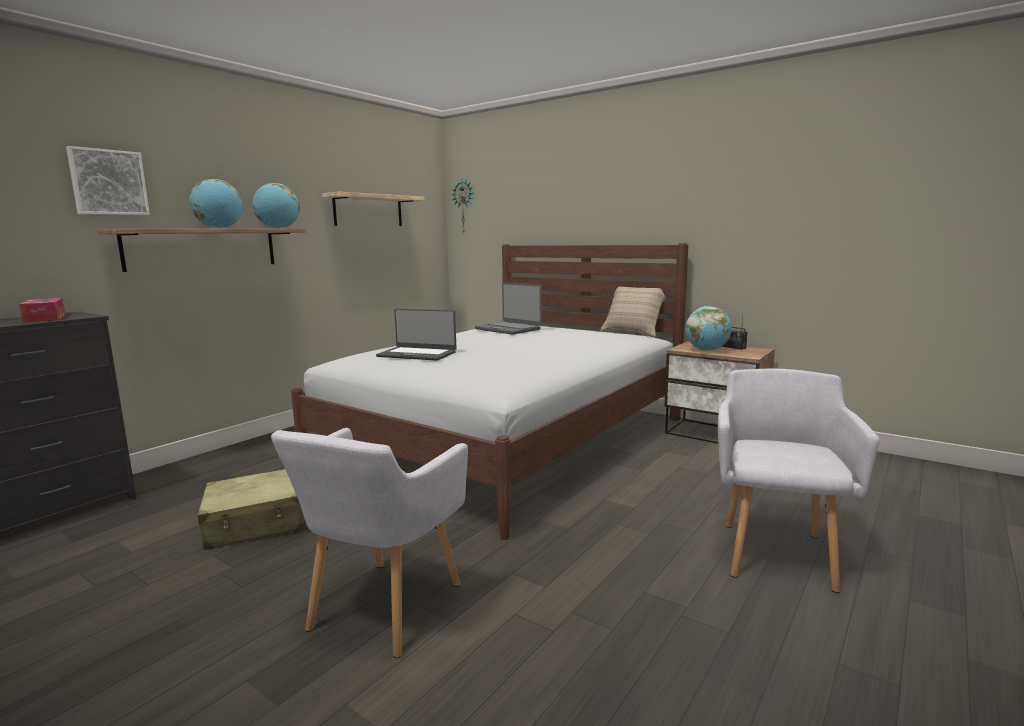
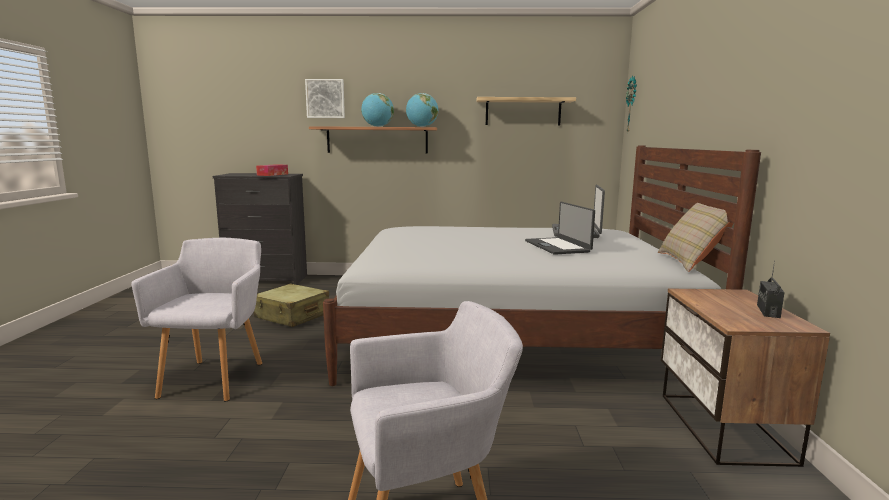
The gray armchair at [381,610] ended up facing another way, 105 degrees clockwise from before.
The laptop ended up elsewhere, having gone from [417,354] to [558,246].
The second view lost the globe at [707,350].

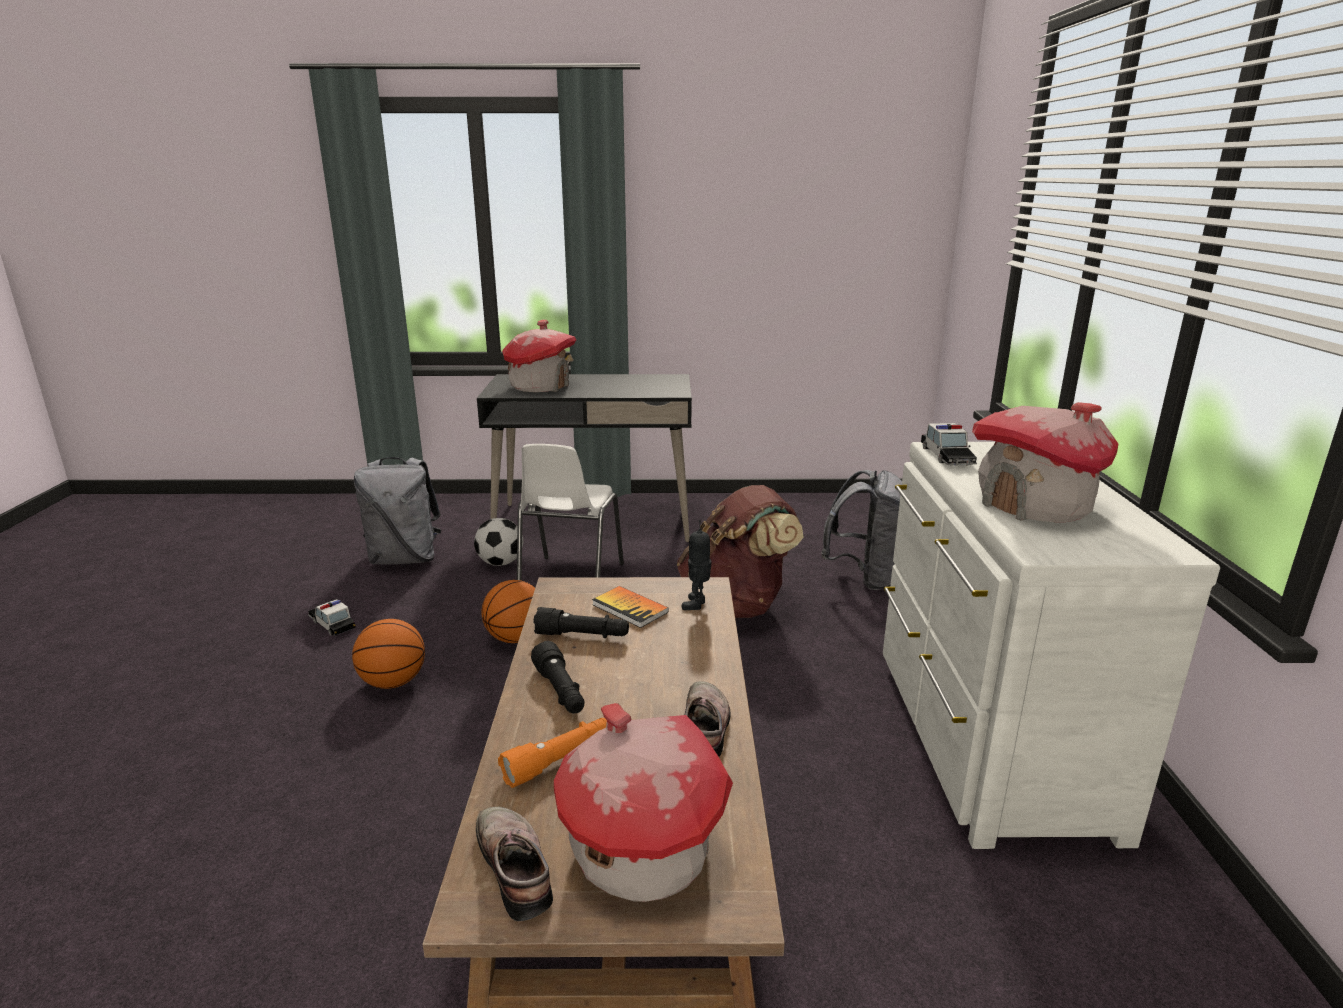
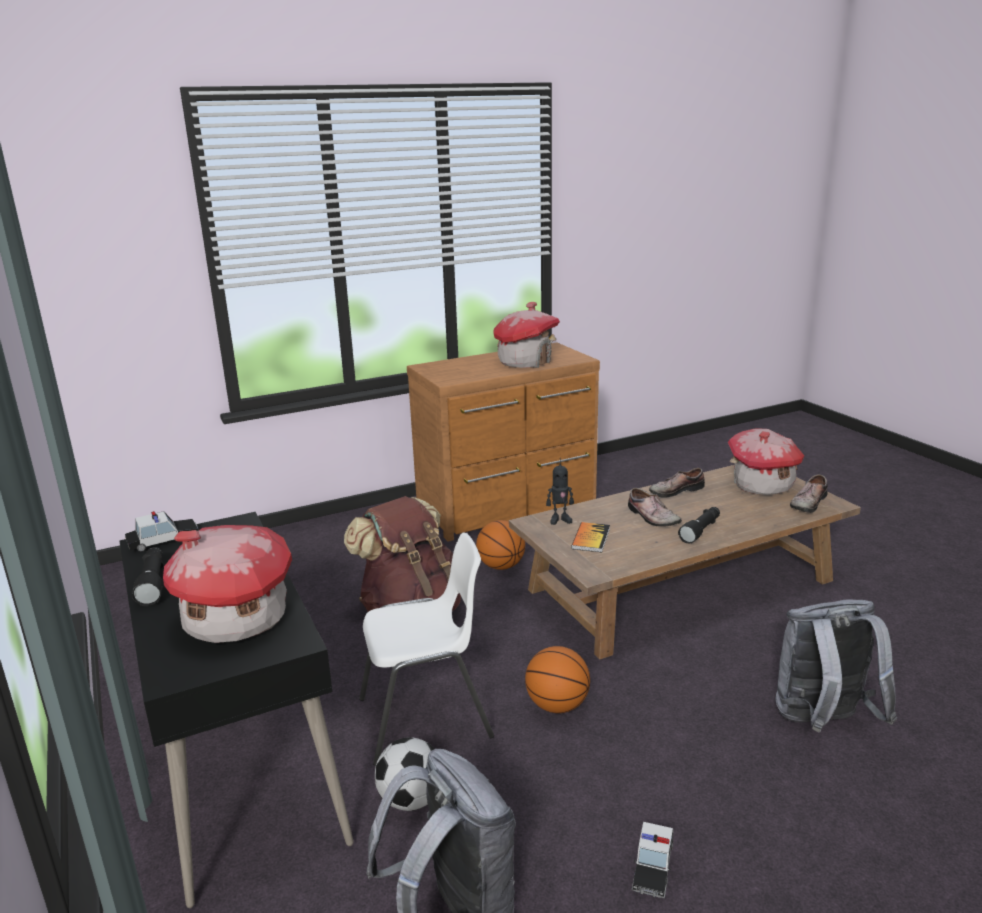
The toy car ended up elsewhere, having gone from [946,456] to [163,540].
The black-coloured torch ended up elsewhere, having gone from [582,635] to [153,583].
What was the white-coloured chest of drawers at [984,740] turned into the brown chest of drawers at [509,508].
The basketball ball ended up elsewhere, having gone from [393,682] to [501,566].
The second view gained the low shoe at [651,517].
The gray knapsack ended up elsewhere, having gone from [866,577] to [822,723].
The second view lost the orange torch at [560,761].

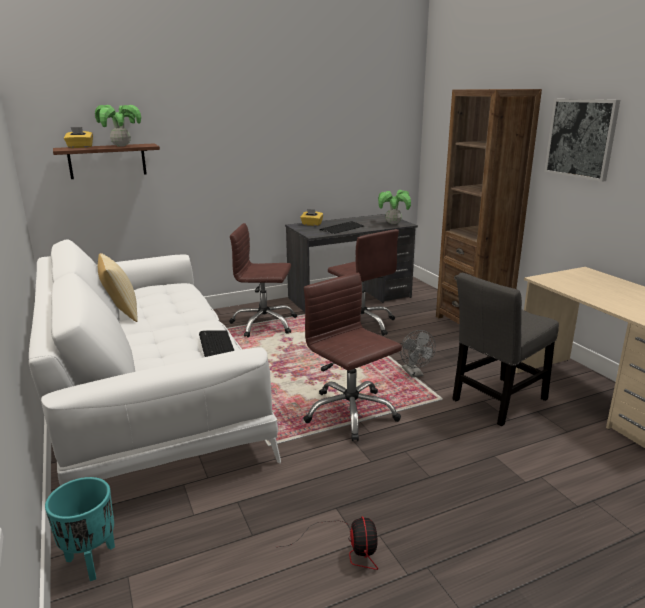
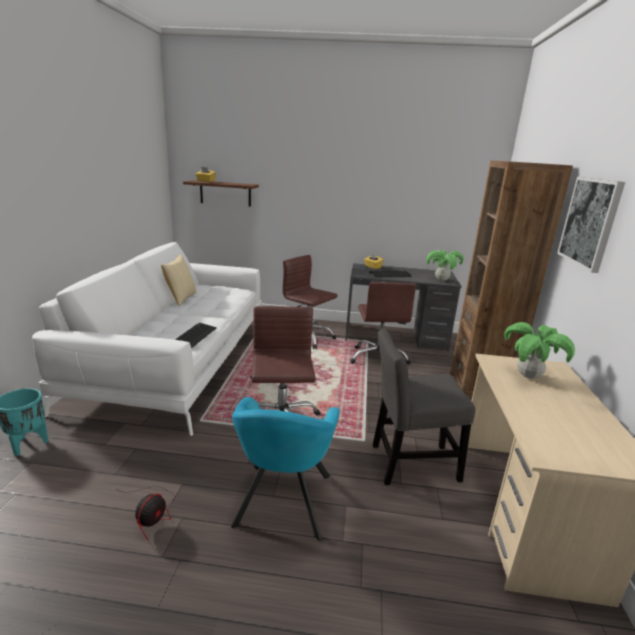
The second view gained the turquoise armchair at [282,503].
The houseplant ended up elsewhere, having gone from [121,146] to [528,376].
The second view lost the gray electric fan at [414,374].

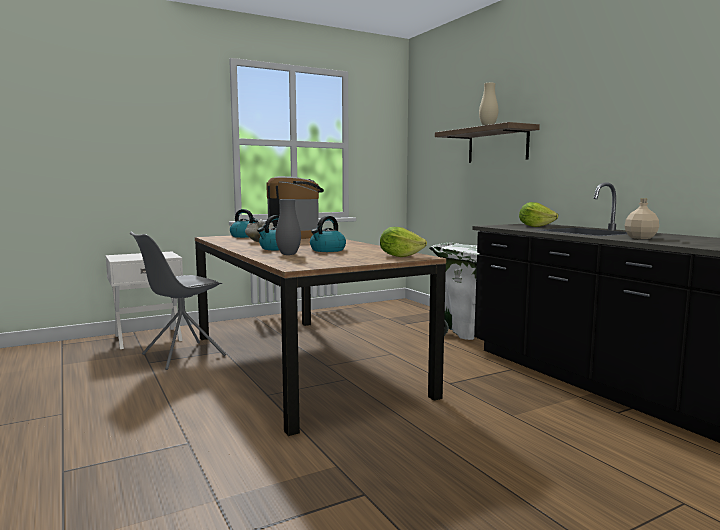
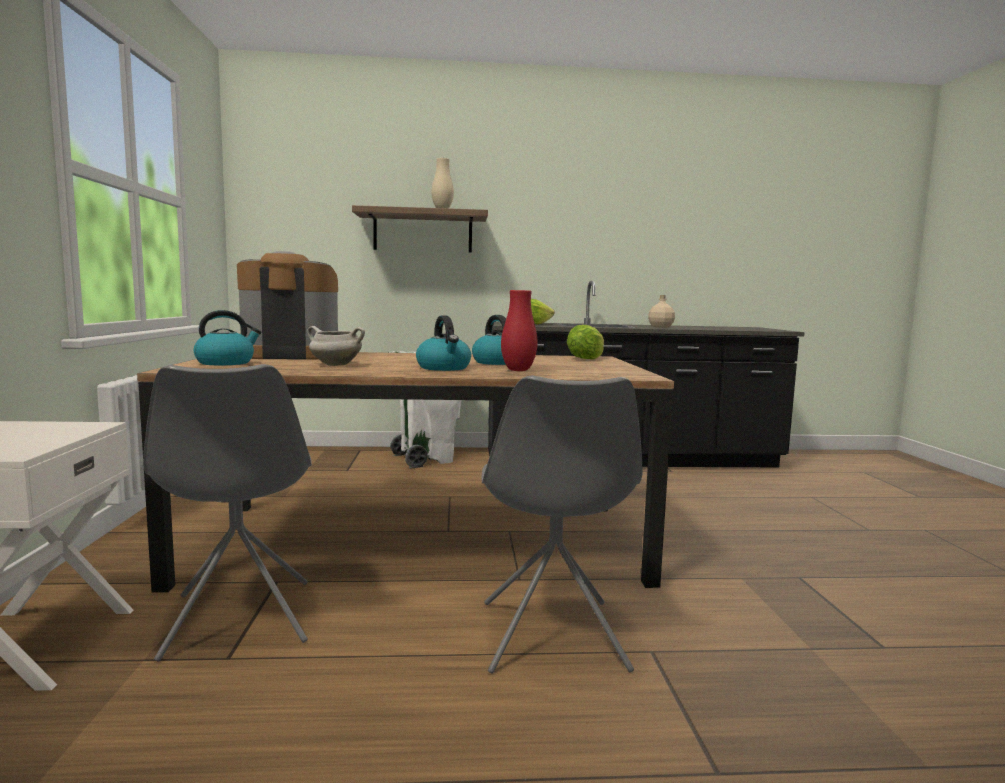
The second view gained the gray chair at [551,637].
What was the gray decorative vase at [288,254] turned into the reddish decorative vase at [518,370].

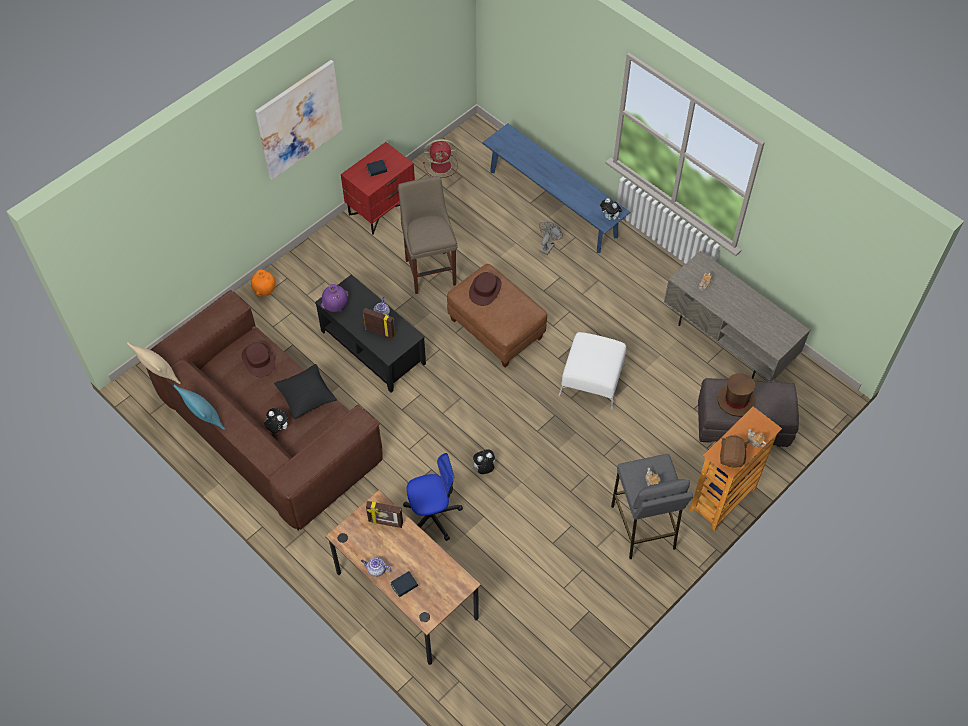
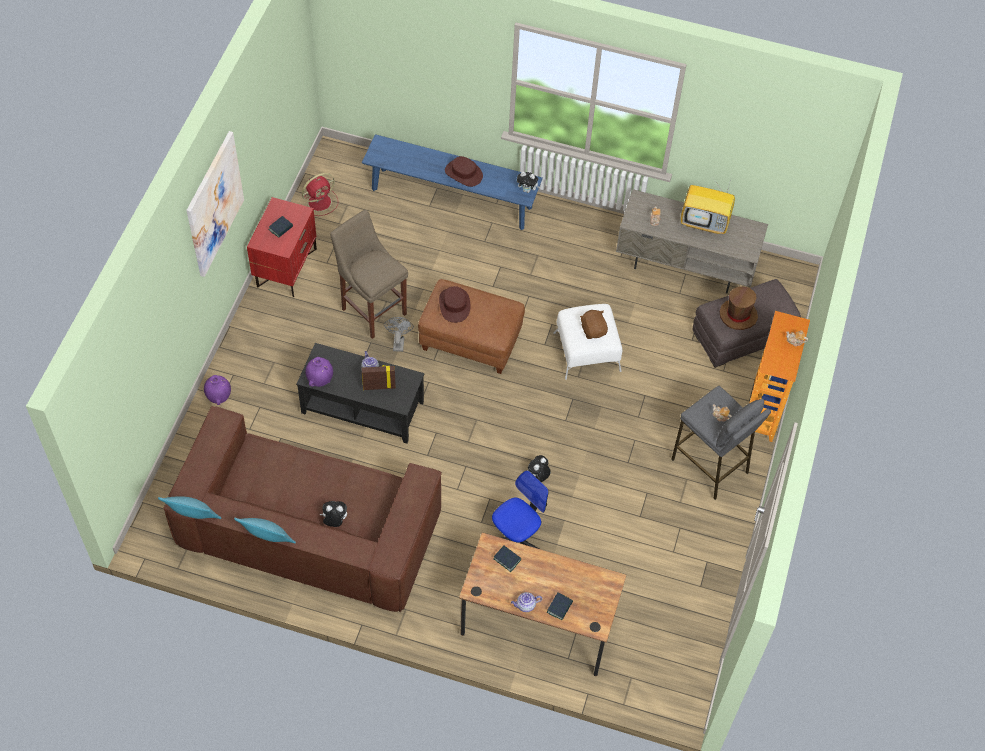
What was the sand-coloured throw pillow at [159,374] turned into the turquoise throw pillow at [193,518].
What was the orange decorative vase at [265,291] turned into the purplish decorative vase at [219,397].
The gray electric fan ended up elsewhere, having gone from [548,246] to [398,342].
The brown hat ended up elsewhere, having gone from [259,360] to [463,173].
Where the photo frame stood at [385,522], the bound book came to stand at [507,559].
The brown plush toy ended up elsewhere, having gone from [731,457] to [593,330].
The second view gained the TV at [705,222].
The second view lost the black-coloured throw pillow at [307,398].

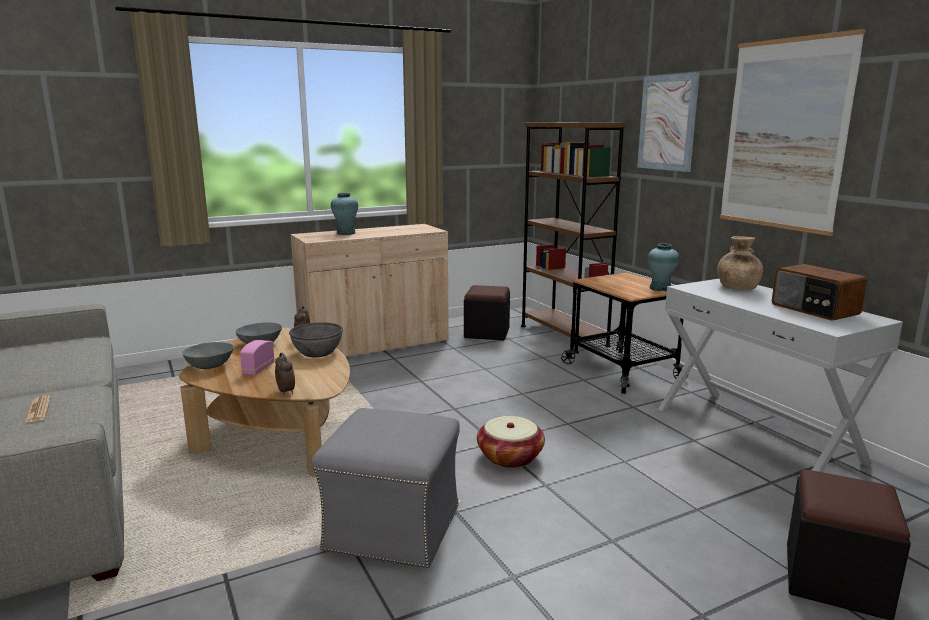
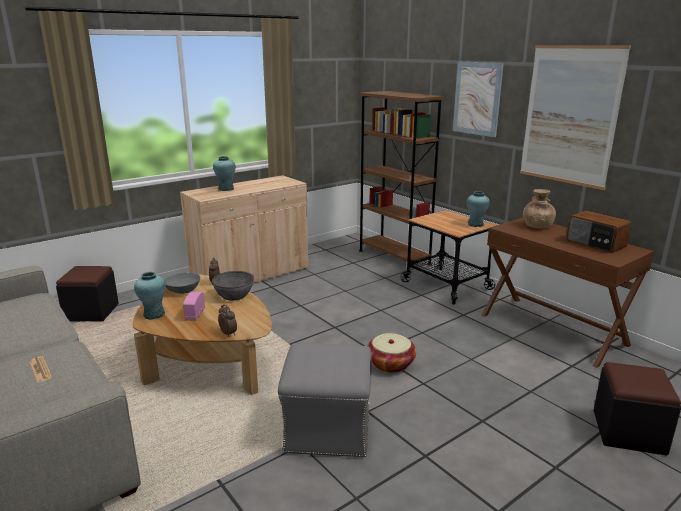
The black-coloured ottoman ended up elsewhere, having gone from [487,333] to [91,312].
Where the gray serving bowl stood at [210,365], the turquoise decorative vase came to stand at [154,314].
What was the white-coloured hall table at [756,434] turned into the brown hall table at [552,329].

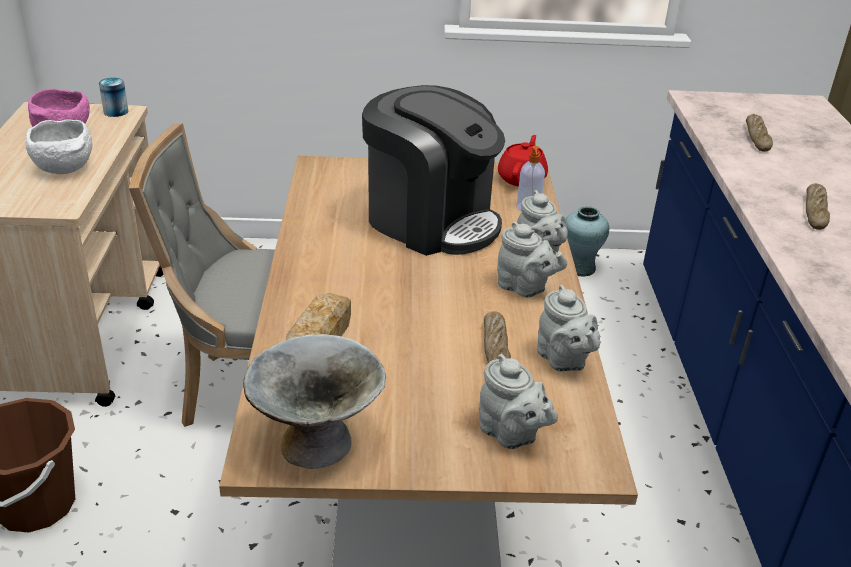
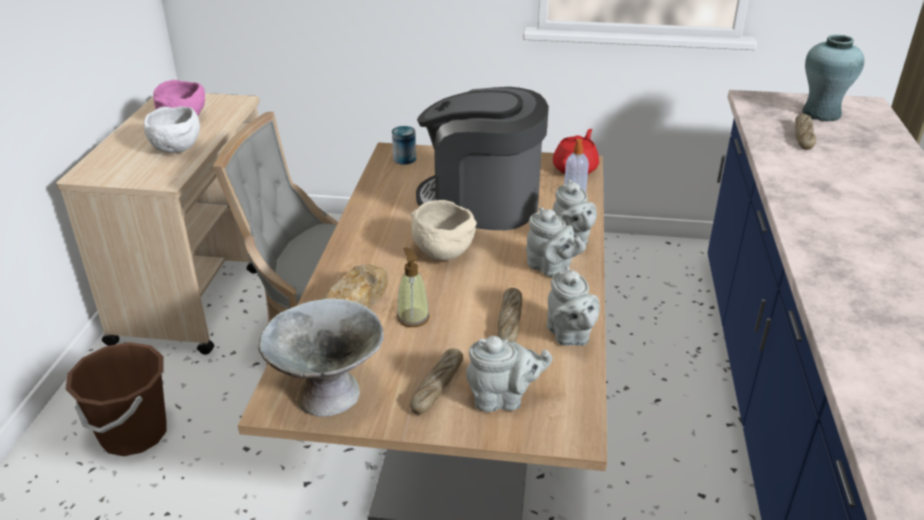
The sealed can ended up elsewhere, having gone from [116,112] to [404,159].
The second view gained the soap dispenser at [413,317].
The bread ended up elsewhere, having gone from [815,212] to [437,386].
The second view gained the sand-coloured serving bowl at [441,253].
The coffee machine at [431,221] ended up facing another way, 150 degrees clockwise from before.
The gray teapot at [511,435] ended up facing another way, 60 degrees counterclockwise from before.
The turquoise decorative vase ended up elsewhere, having gone from [580,268] to [821,114].

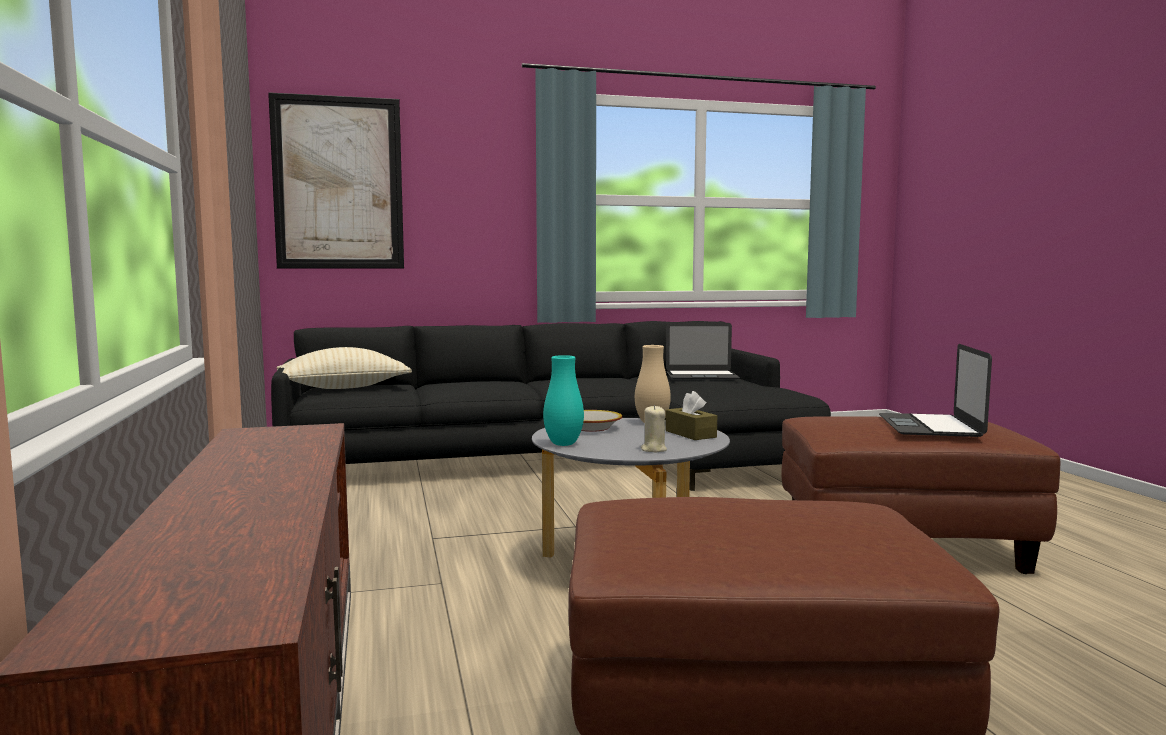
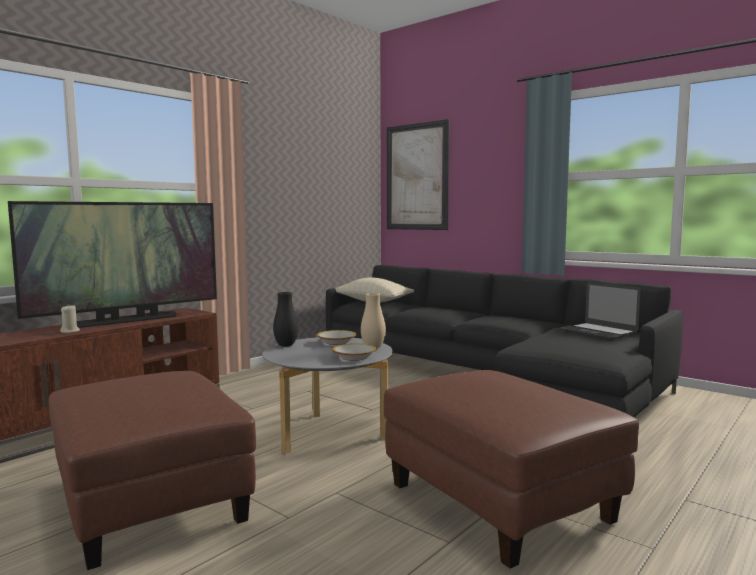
The second view gained the TV at [127,320].
The sand-coloured wax light ended up elsewhere, having gone from [653,449] to [70,331].
What was the turquoise decorative vase at [563,444] turned into the black-coloured decorative vase at [286,345].
Where the brown tissue holder stood at [690,434], the serving bowl came to stand at [354,357].
The second view lost the laptop at [930,426].

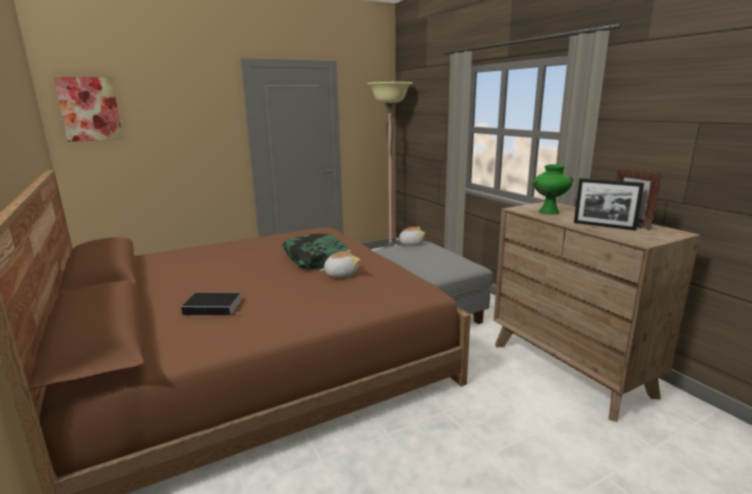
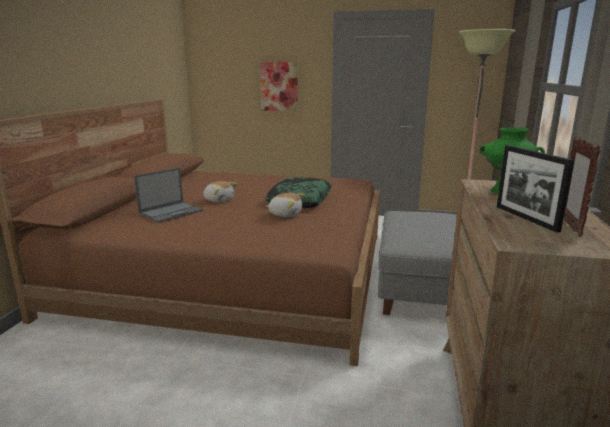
Where the bound book stood at [214,307], the laptop came to stand at [171,212].
The plush toy ended up elsewhere, having gone from [411,243] to [219,200].
The wall picture ended up elsewhere, having gone from [90,109] to [279,86].

